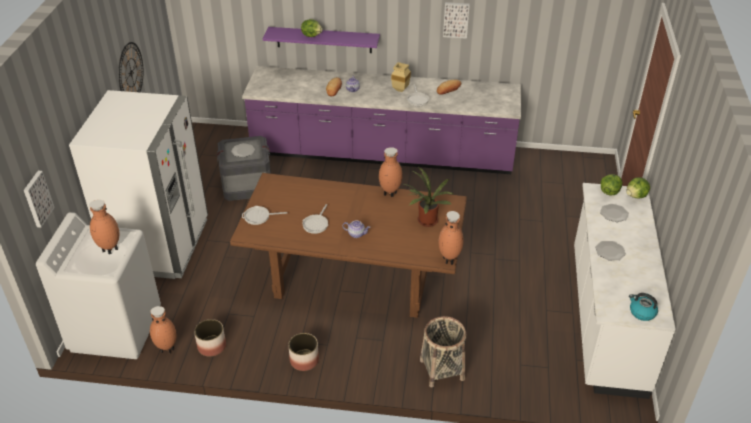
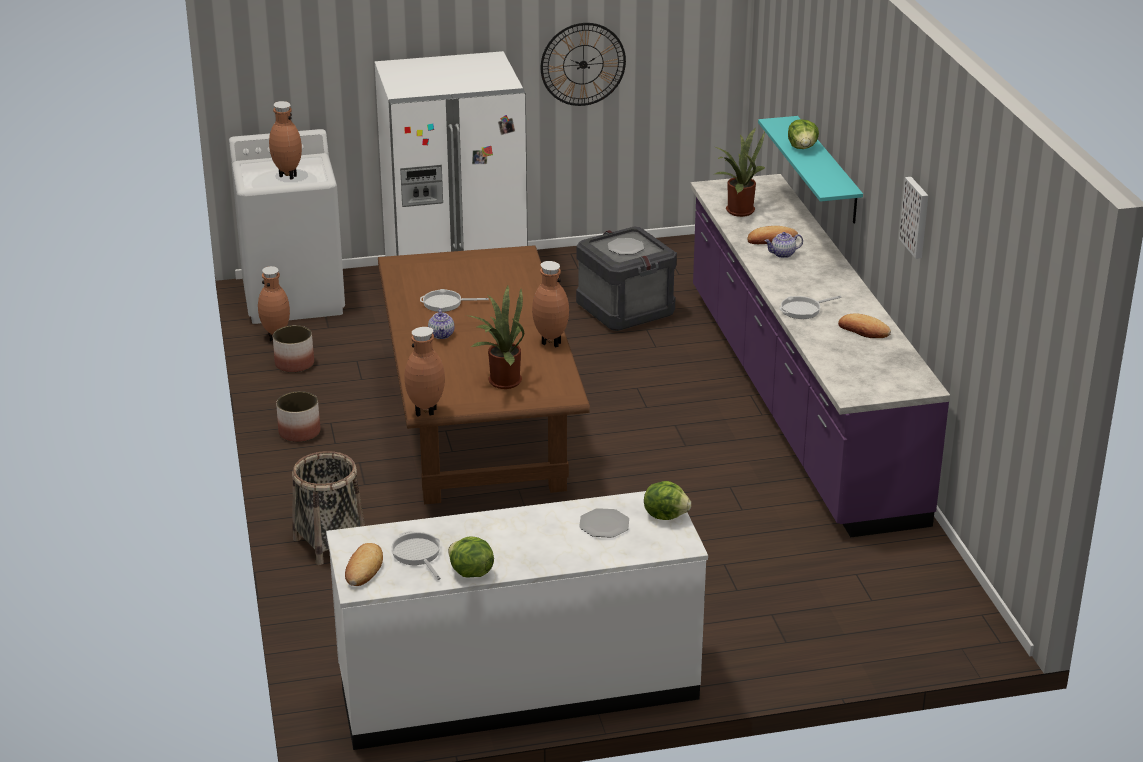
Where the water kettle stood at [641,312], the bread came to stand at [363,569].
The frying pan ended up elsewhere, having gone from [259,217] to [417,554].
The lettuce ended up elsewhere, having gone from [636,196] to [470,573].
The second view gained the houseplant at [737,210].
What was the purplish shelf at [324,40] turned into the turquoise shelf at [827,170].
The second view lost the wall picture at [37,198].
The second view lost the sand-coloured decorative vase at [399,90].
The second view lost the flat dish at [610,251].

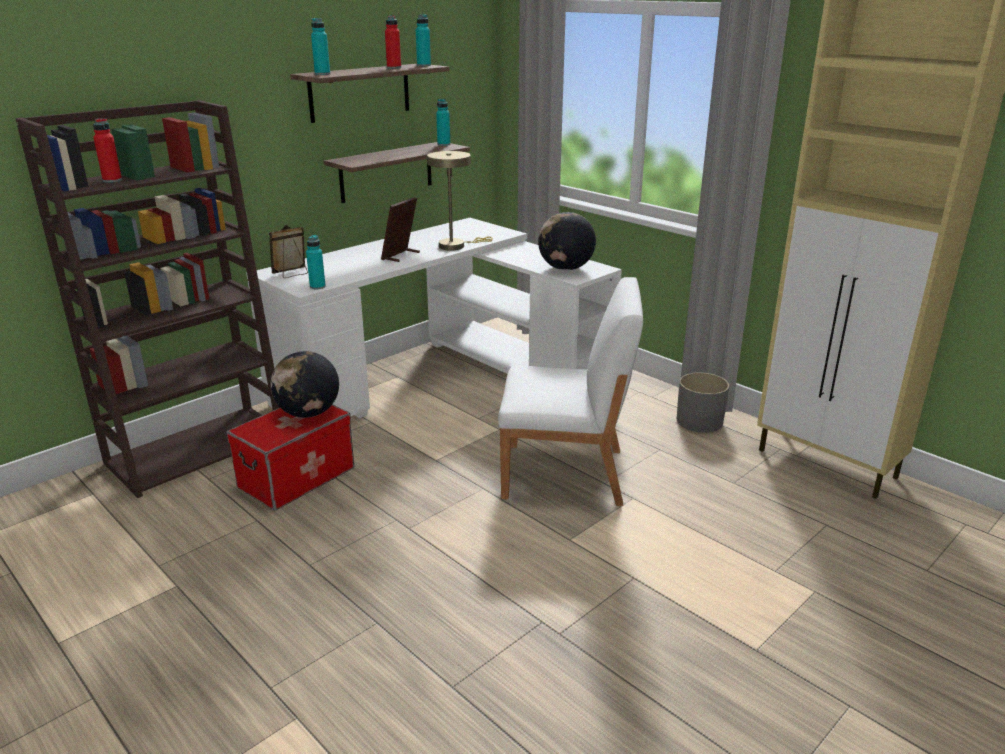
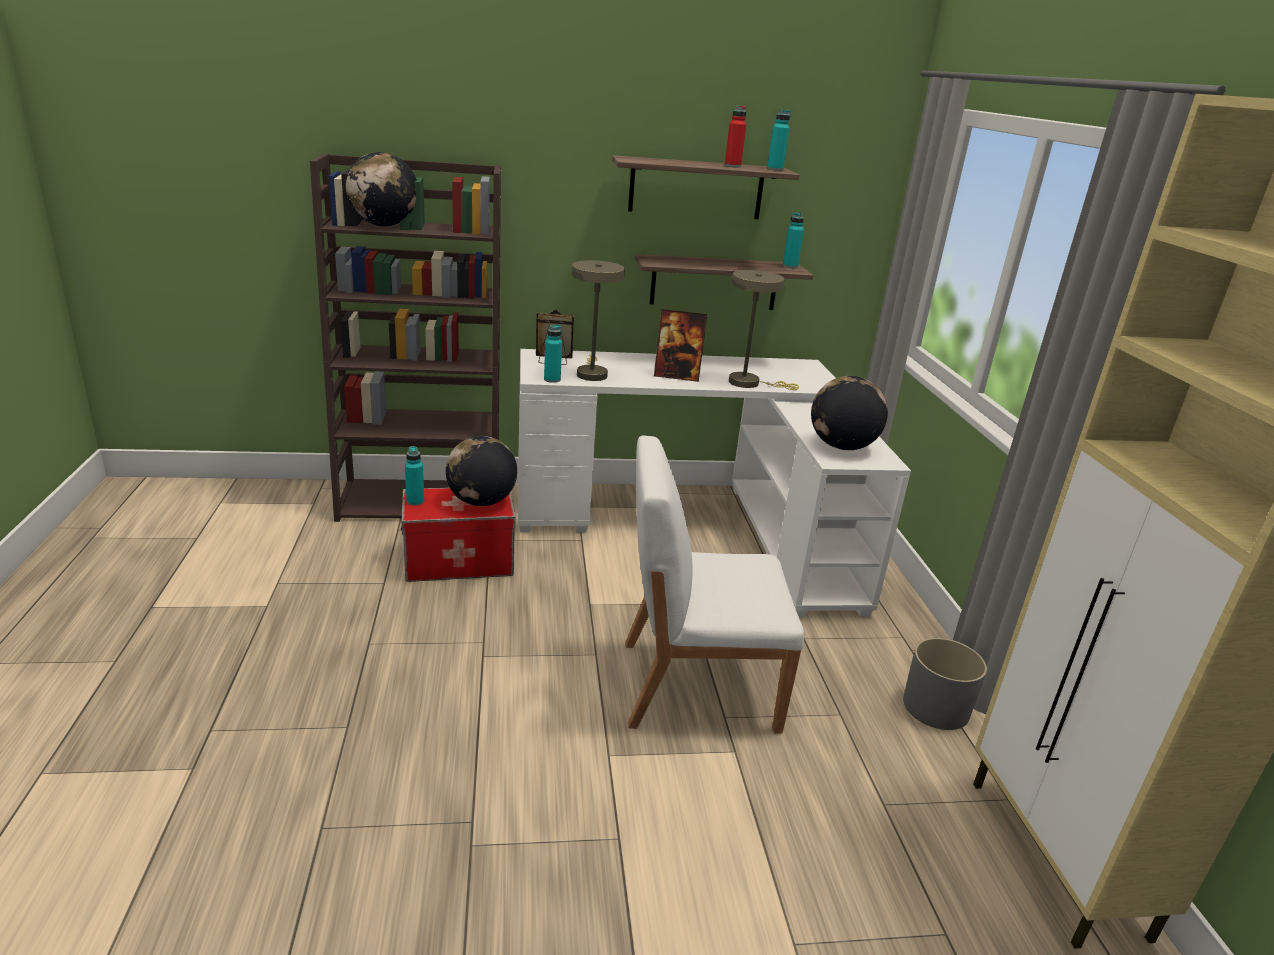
Where the reddish drink bottle stood at [112,180], the globe came to stand at [384,225].
The turquoise drink bottle ended up elsewhere, having gone from [322,74] to [415,501].
The second view gained the sand-coloured tabletop lamp at [591,373].
The white-coloured chair at [565,474] ended up facing another way, 135 degrees clockwise from before.
The photo frame at [401,256] ended up facing another way, 150 degrees counterclockwise from before.

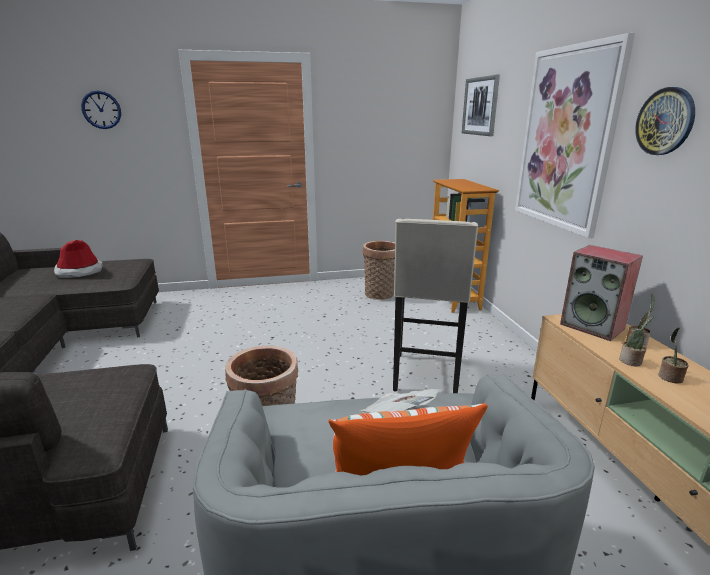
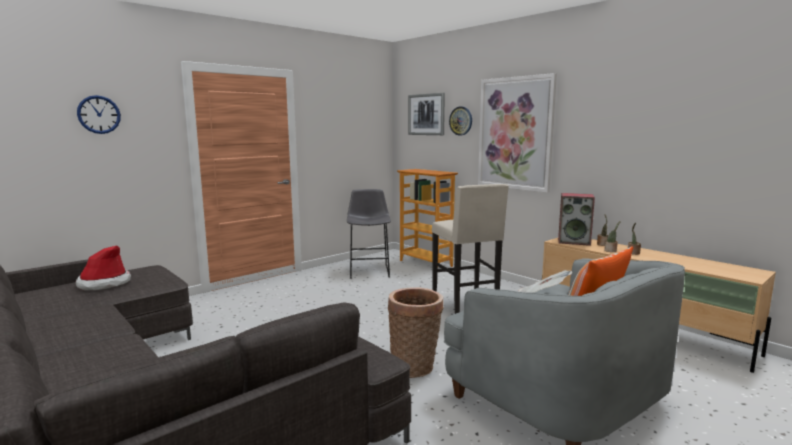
Where the household basket stood at [380,295], the gray stool came to stand at [369,270].
The clock on the wall ended up elsewhere, having gone from [665,121] to [461,121].

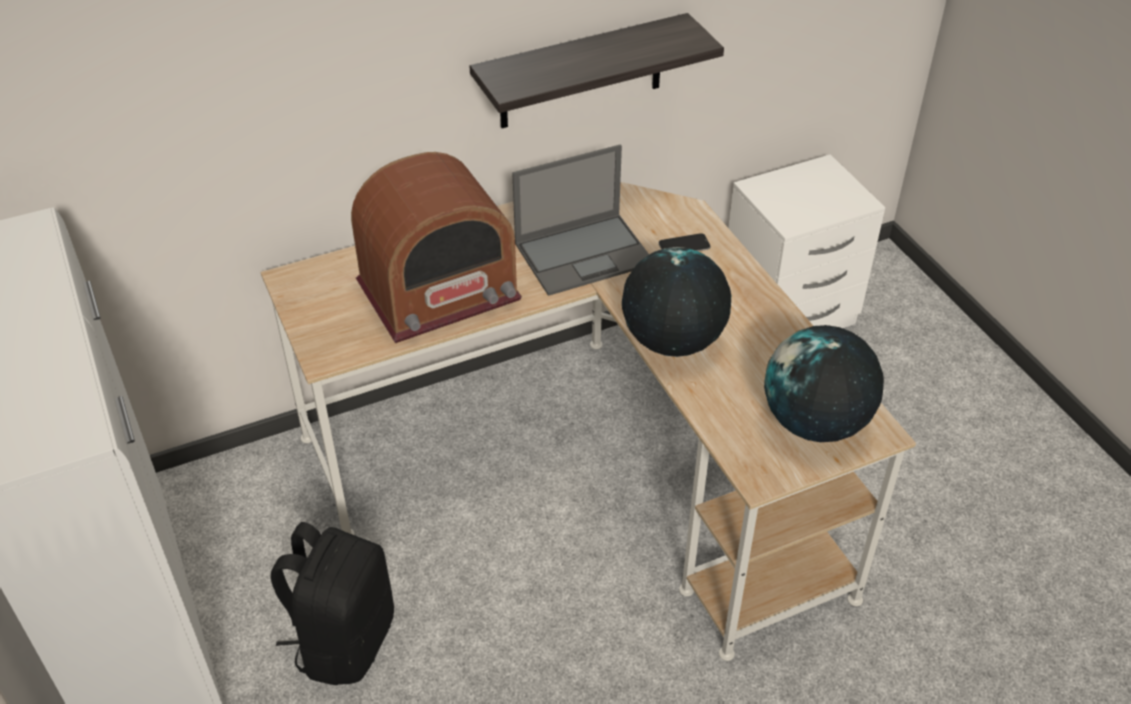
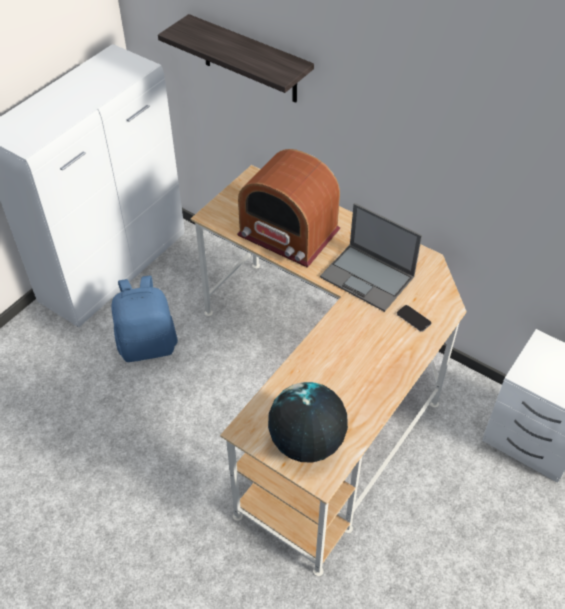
What was the black-coloured knapsack at [344,640] turned into the bluish knapsack at [148,345].
The shelf ended up elsewhere, having gone from [581,72] to [249,60].
The second view lost the globe at [672,341].

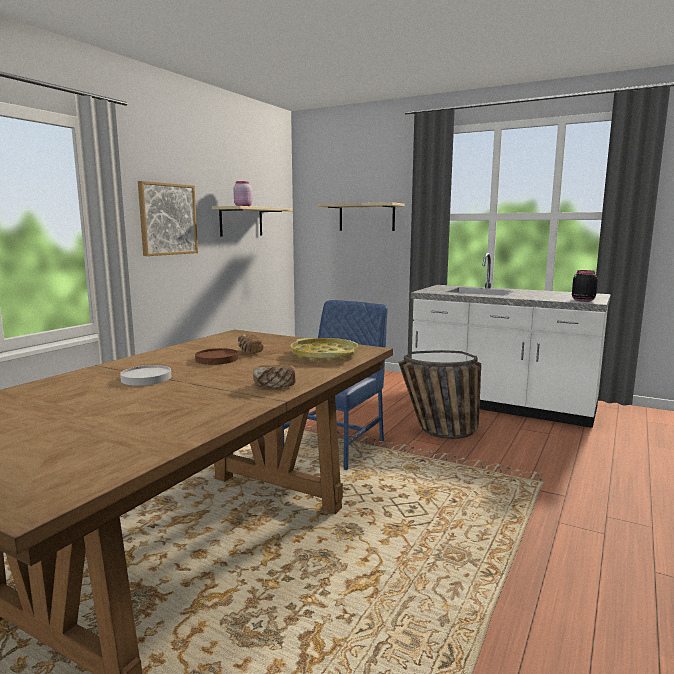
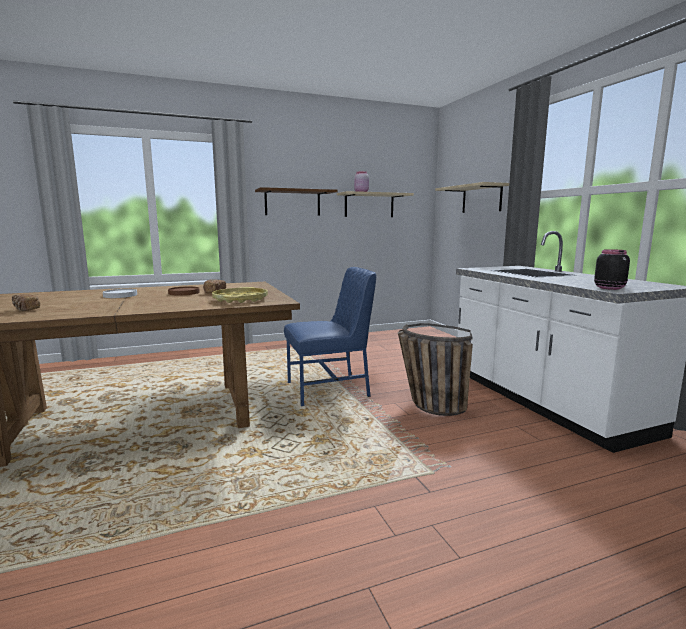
The bread ended up elsewhere, having gone from [274,386] to [26,310].
Where the wall picture hung at [168,219], the brown shelf came to hang at [292,203].

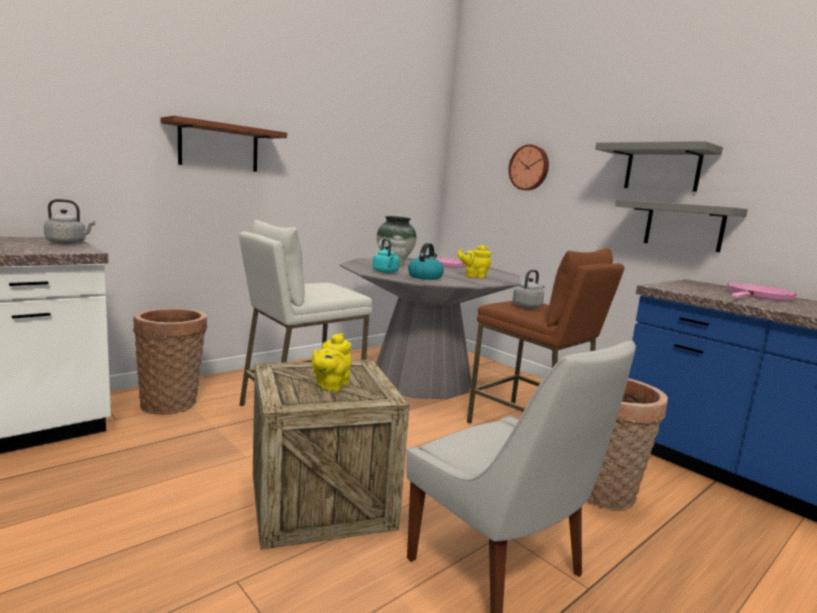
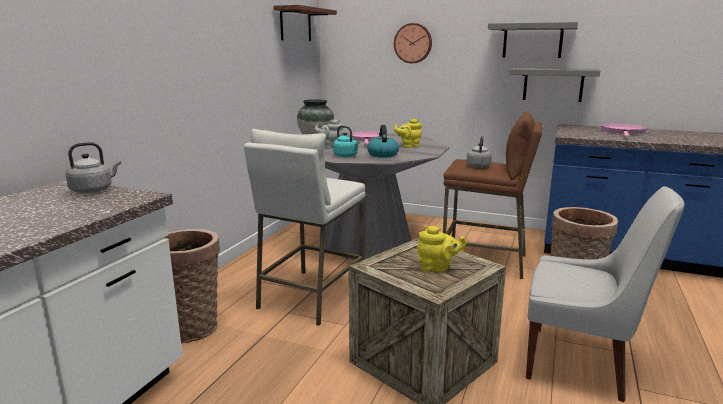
The shelf ended up elsewhere, having gone from [219,147] to [295,24].
The yellow-coloured teapot at [330,387] ended up facing another way, 75 degrees counterclockwise from before.

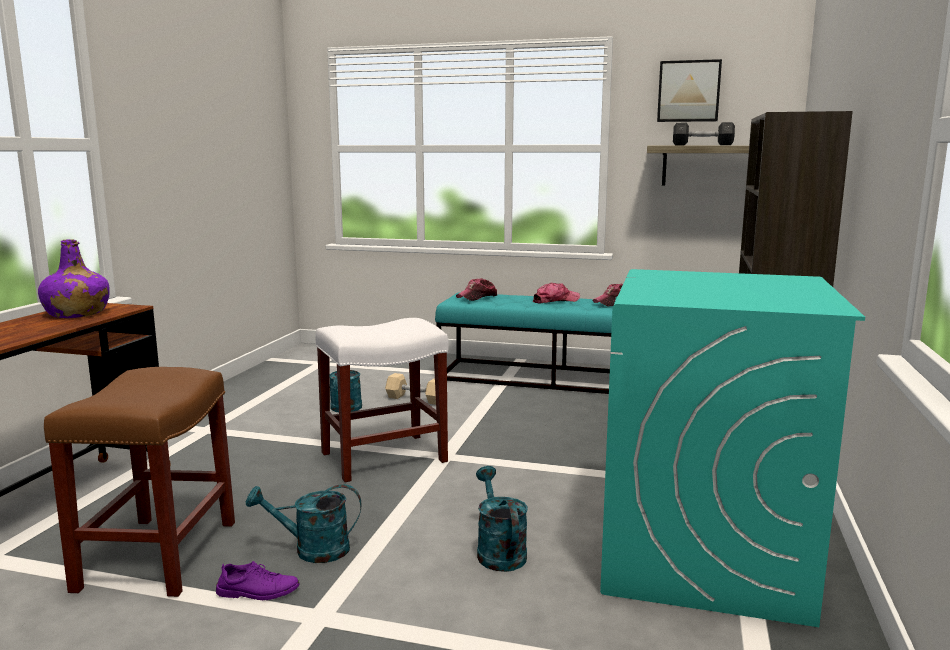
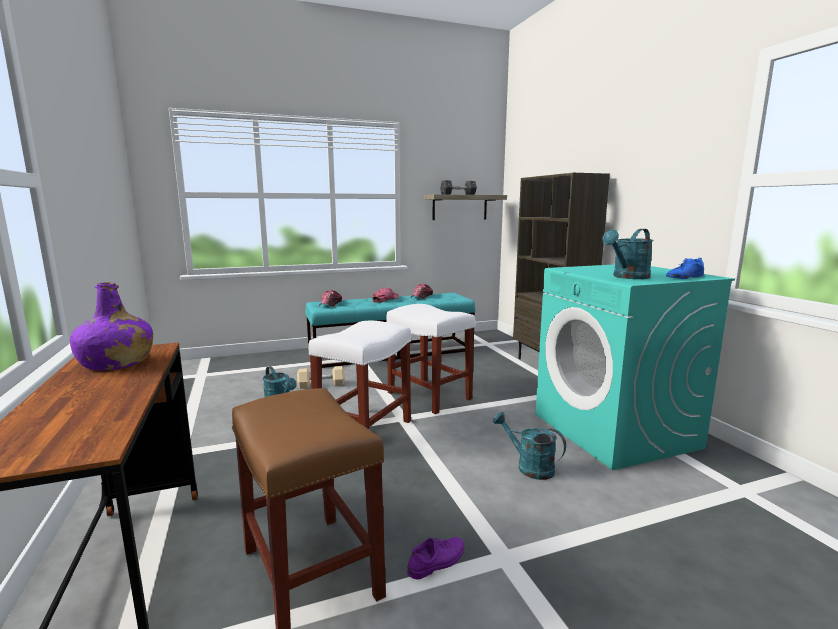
The second view gained the white-coloured stool at [430,396].
The turquoise watering pot ended up elsewhere, having gone from [312,550] to [627,277].
The second view gained the bluish low shoe at [684,277].
The second view lost the wall picture at [688,91].

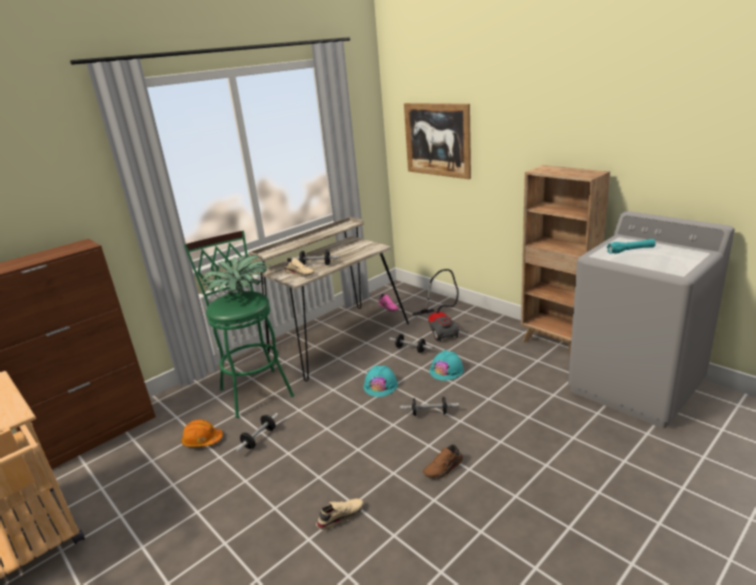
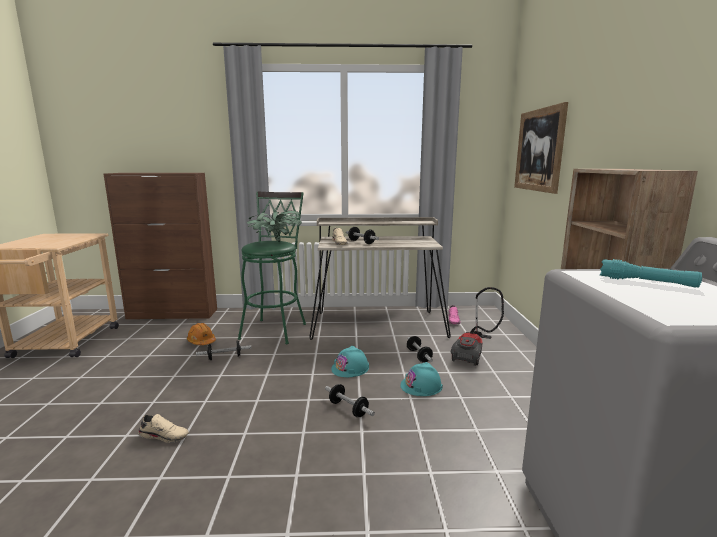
The second view lost the brown low shoe at [444,469].

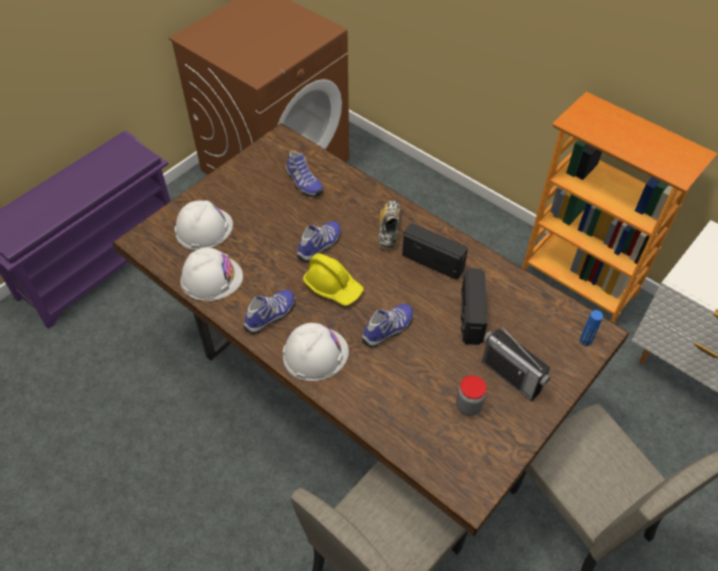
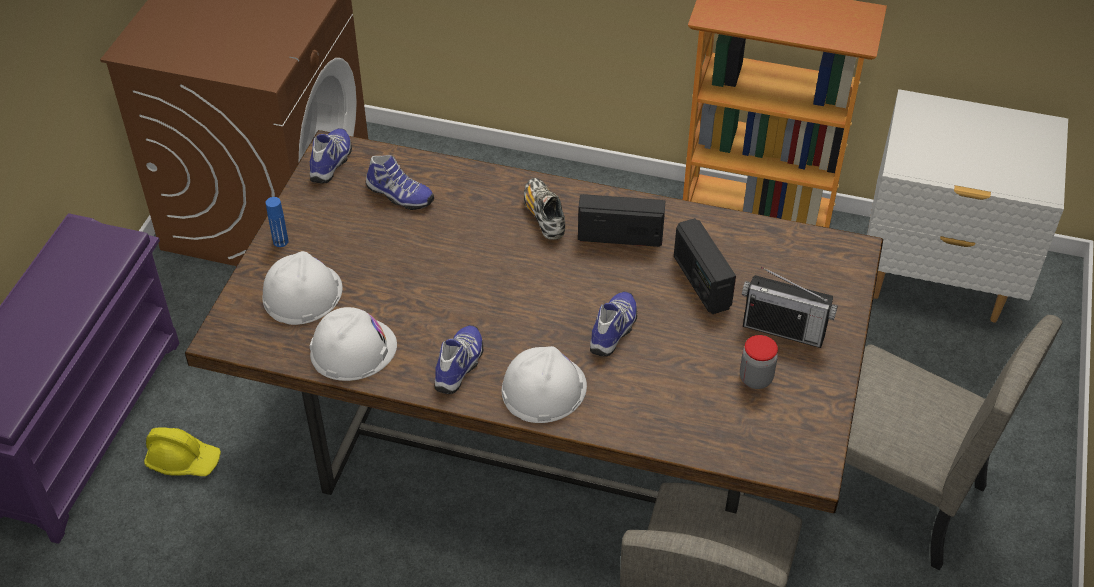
The yellow-coloured hard hat ended up elsewhere, having gone from [333,286] to [183,460].
The bluish drink bottle ended up elsewhere, having gone from [585,341] to [280,241].
The low shoe ended up elsewhere, having gone from [320,246] to [332,162].

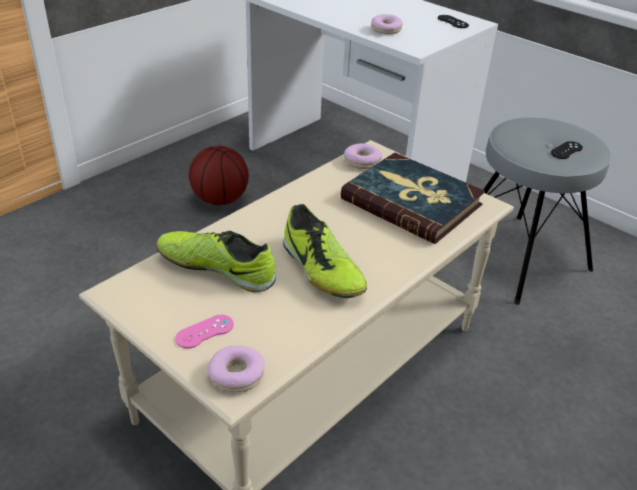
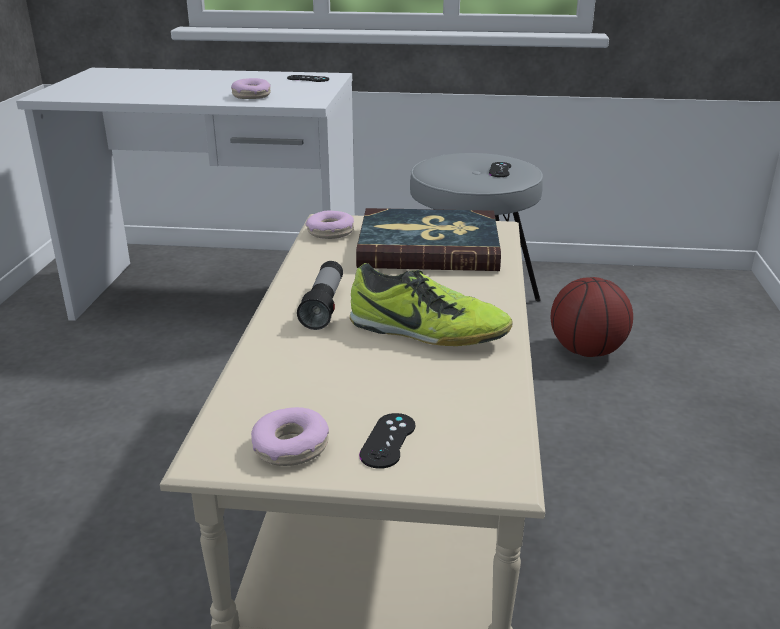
The donut ended up elsewhere, having gone from [236,375] to [290,447].
The second view gained the torch at [324,306].
What was the pink gamepad at [205,331] turned into the black-coloured gamepad at [388,440].
The basketball ball ended up elsewhere, having gone from [220,199] to [586,351].
The second view lost the low shoe at [217,268].

